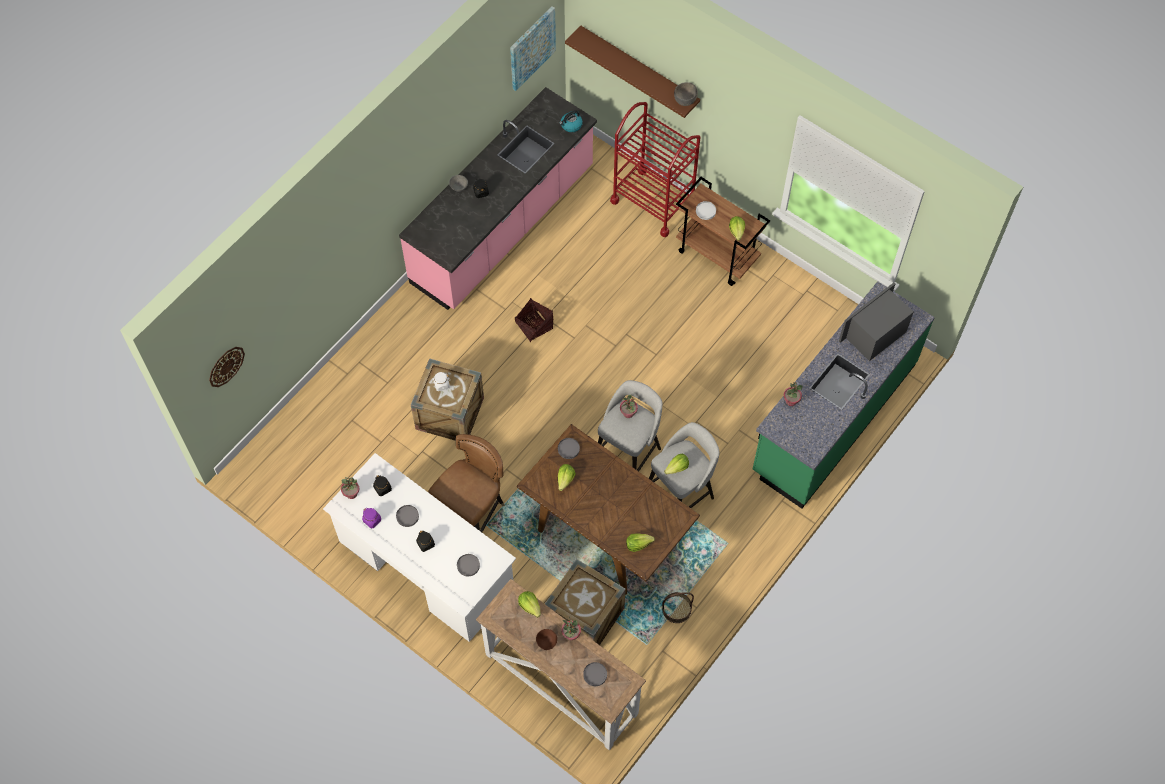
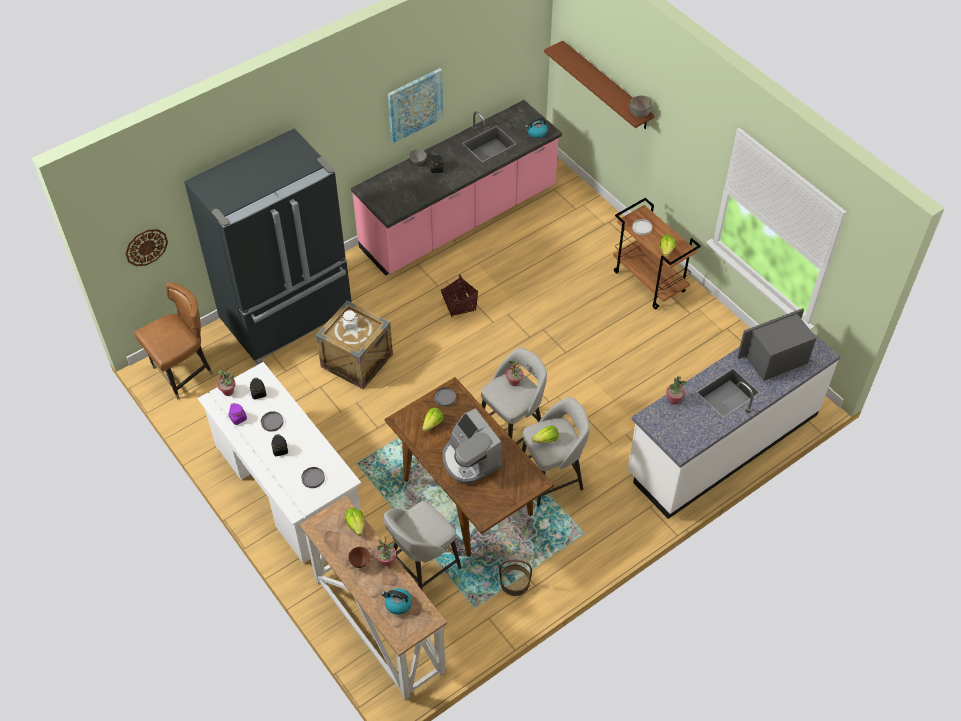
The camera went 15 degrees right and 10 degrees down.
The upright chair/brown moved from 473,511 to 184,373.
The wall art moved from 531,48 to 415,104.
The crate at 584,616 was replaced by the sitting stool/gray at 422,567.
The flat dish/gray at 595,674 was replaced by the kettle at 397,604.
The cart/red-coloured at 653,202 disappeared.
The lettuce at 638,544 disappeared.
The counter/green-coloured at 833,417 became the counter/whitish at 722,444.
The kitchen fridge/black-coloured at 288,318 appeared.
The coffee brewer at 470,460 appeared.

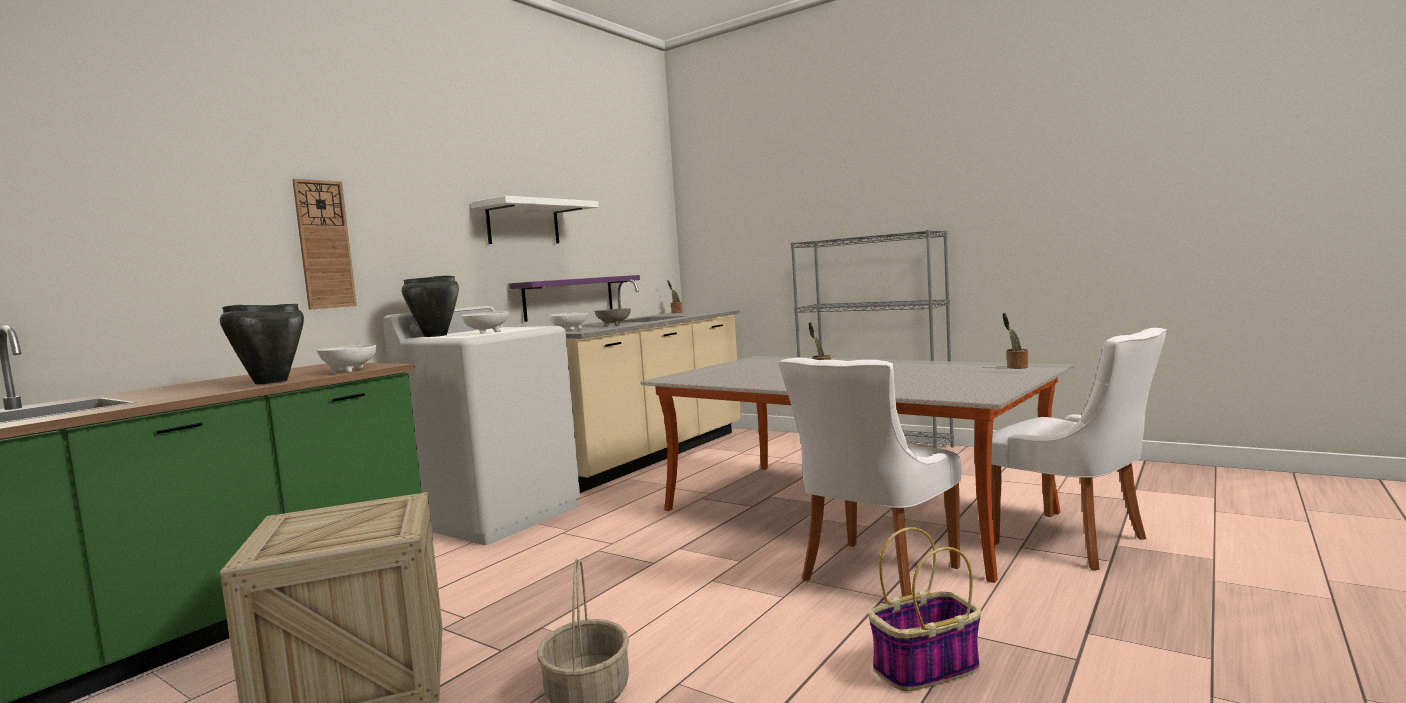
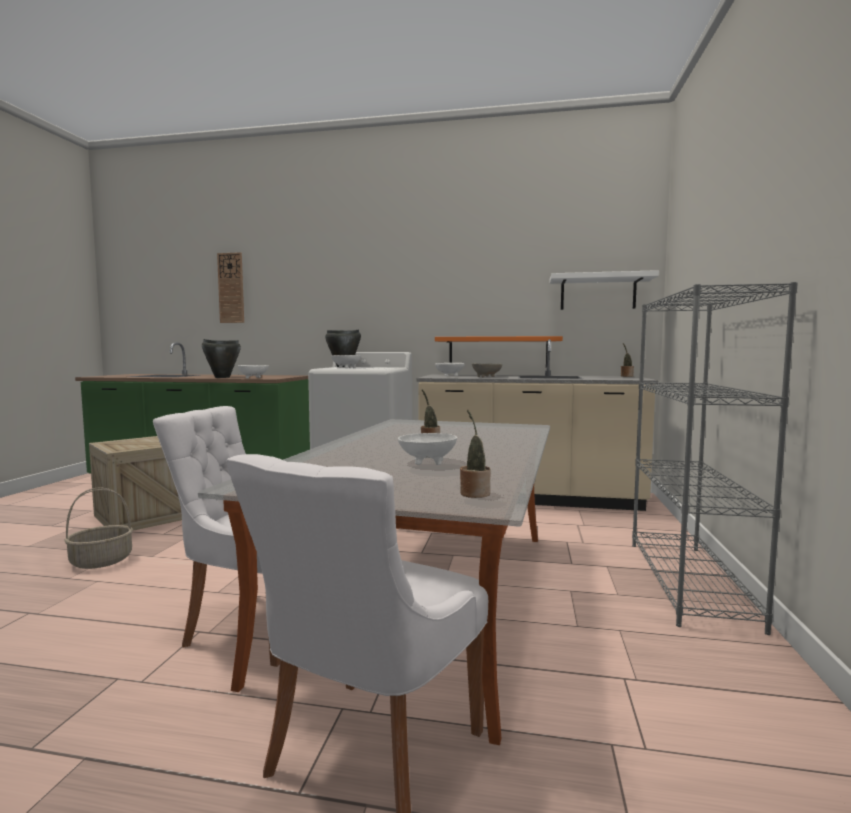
The camera went 65 degrees right and 0 degrees up.
The wall clock moved from 324,244 to 231,288.
The bracket shelf/whitish moved from 523,223 to 598,293.
The bracket shelf/purple at 569,297 became the bracket shelf/orange-coloured at 498,352.
The storage basket at 925,669 disappeared.
The deep dish/whitish at 428,462 appeared.

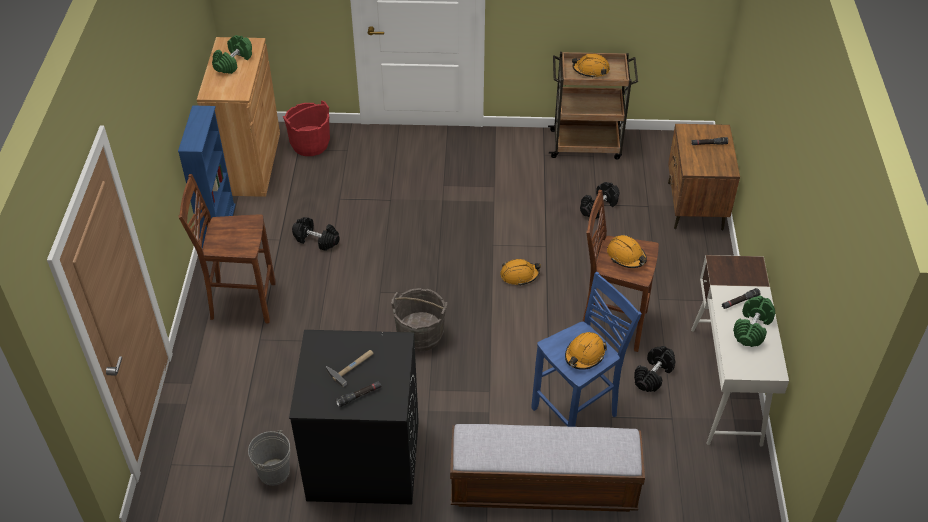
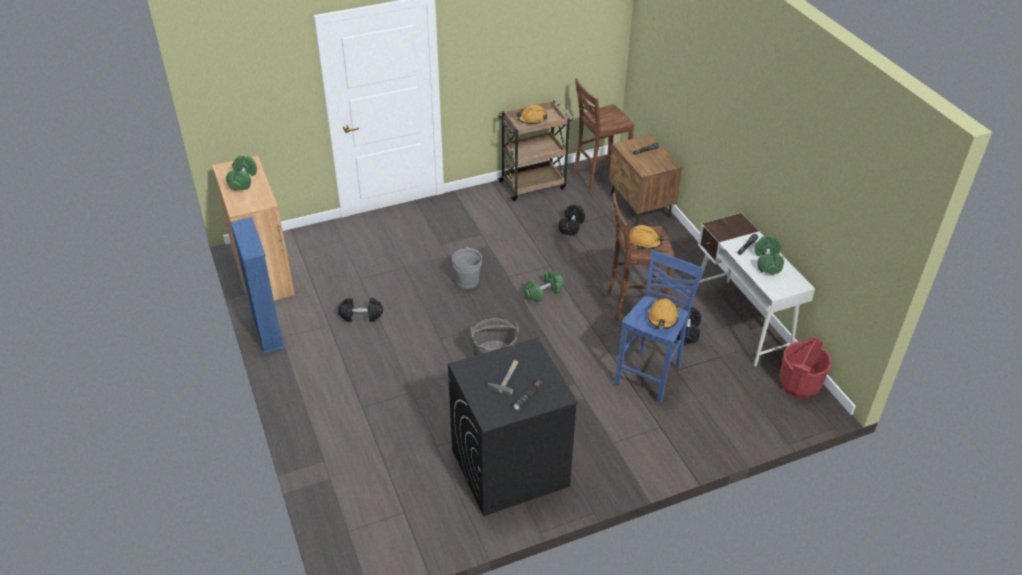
The camera went 25 degrees left and 5 degrees down.
The sitting stool/brown moved from 241,301 to 598,177.
The pail/gray moved from 274,472 to 467,281.
The pail/red-coloured moved from 310,144 to 799,384.
The long seat at 543,488 disappeared.
The work helmet/orange-coloured at 519,275 was replaced by the dumbbell/green-coloured at 543,292.

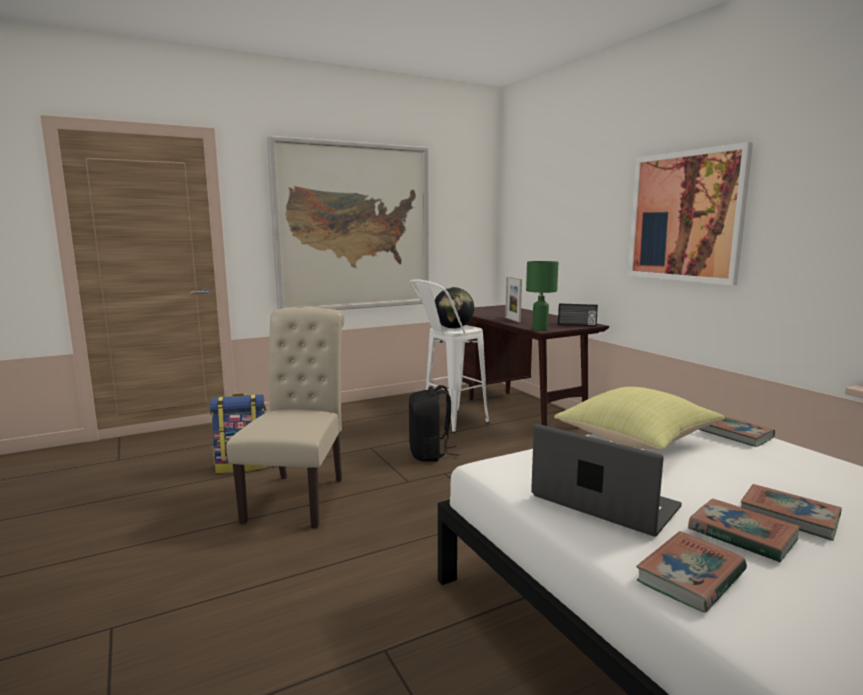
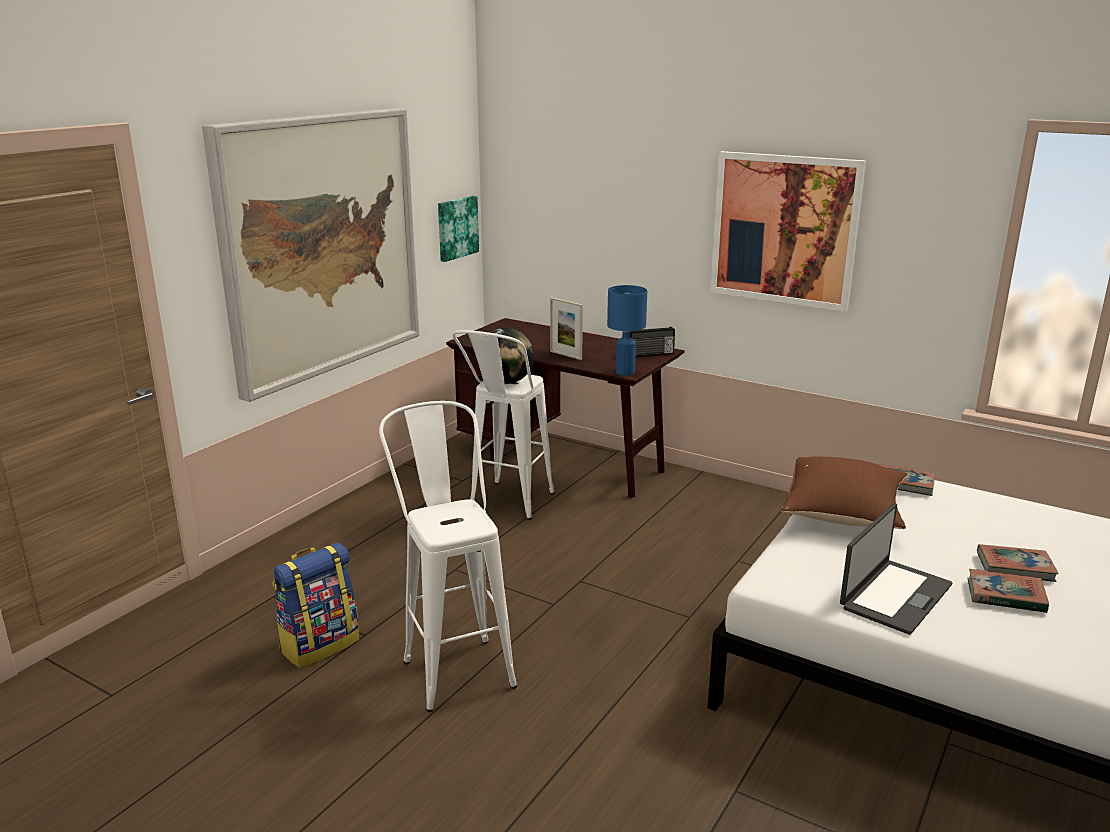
The camera went 30 degrees left and 10 degrees up.
The upright chair/beige at 299,496 was replaced by the sitting stool/whitish at 453,664.
The backpack/black-coloured at 430,454 disappeared.
The lamp for a table/green-coloured at 540,329 became the lamp for a table/blue-coloured at 625,372.
The notebook computer at 603,503 turned 120 degrees clockwise.
The cushion/yellow-coloured at 637,442 became the cushion/brown at 843,515.
The volume at 690,576 disappeared.
The wall art at 456,228 appeared.

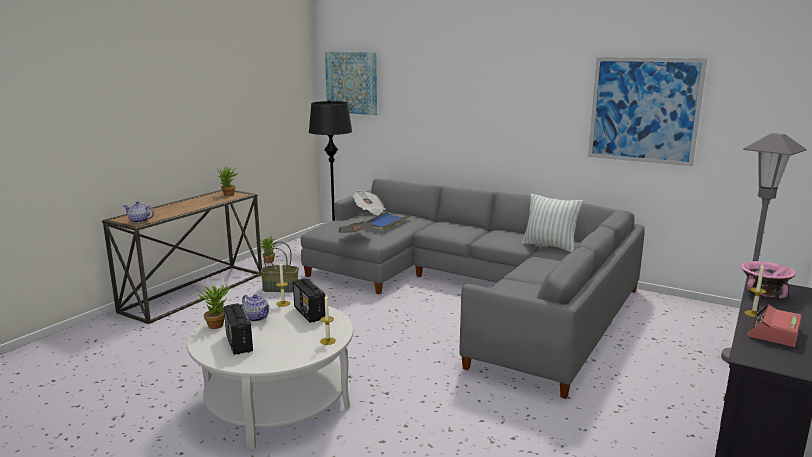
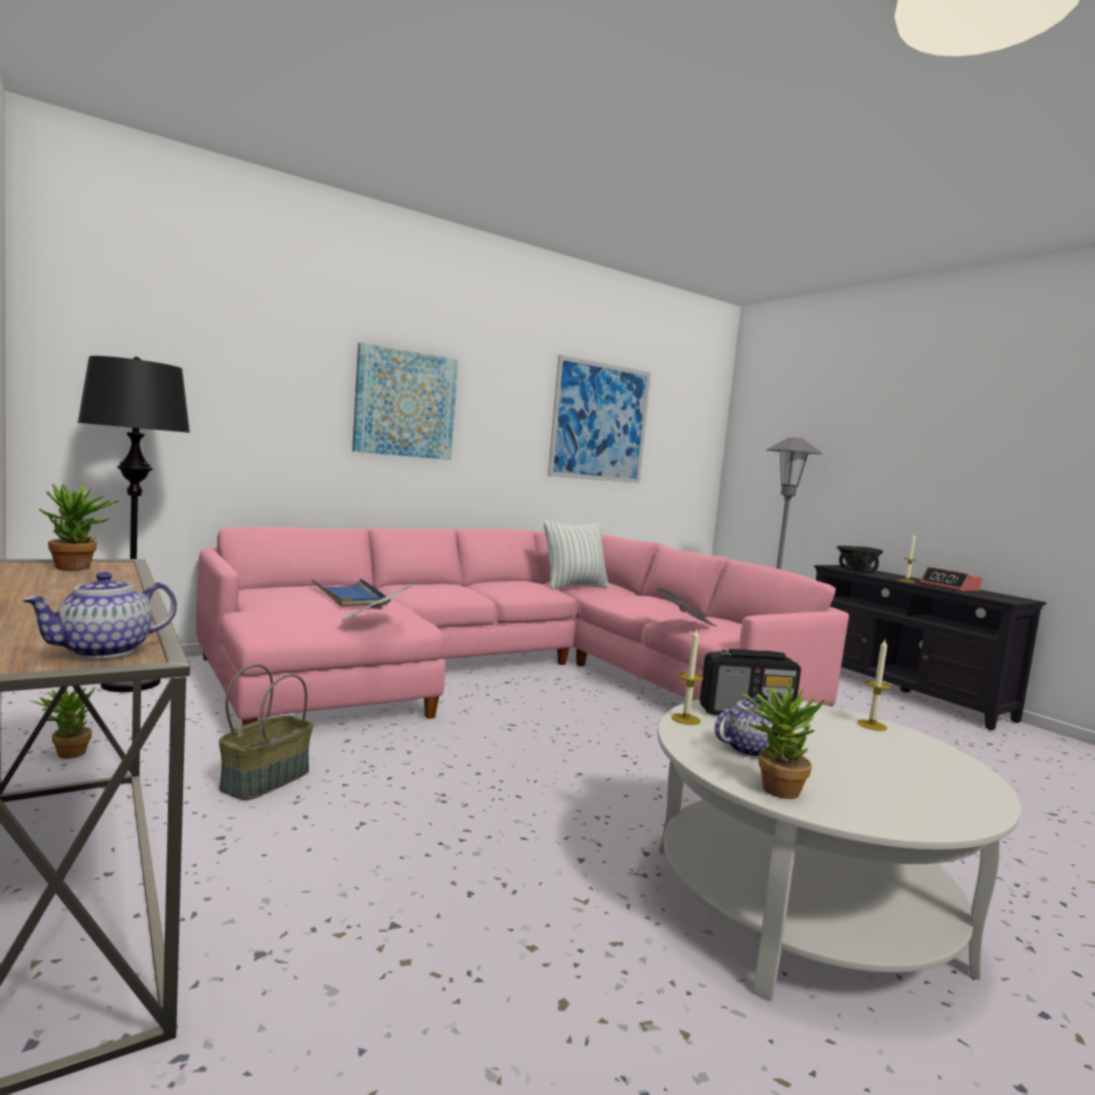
The camera went 65 degrees left and 10 degrees down.
The radio receiver at 239,343 disappeared.
The couch/gray at 475,291 became the couch/pinkish at 507,672.
The wall art moved from 351,82 to 405,404.
The printed paper moved from 369,211 to 684,624.
The deep dish/pinkish at 764,293 became the deep dish/black-coloured at 857,571.

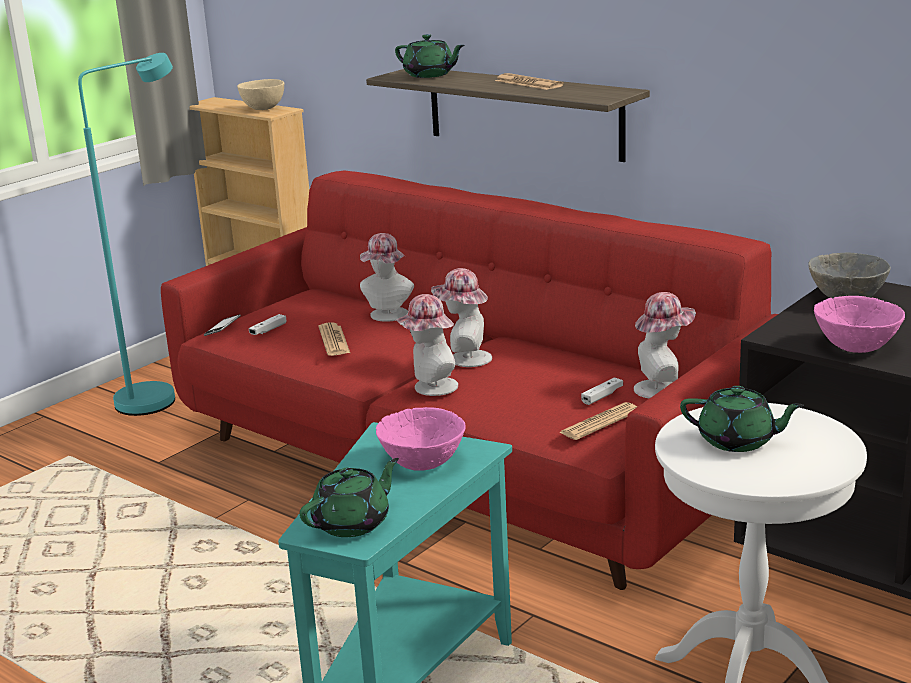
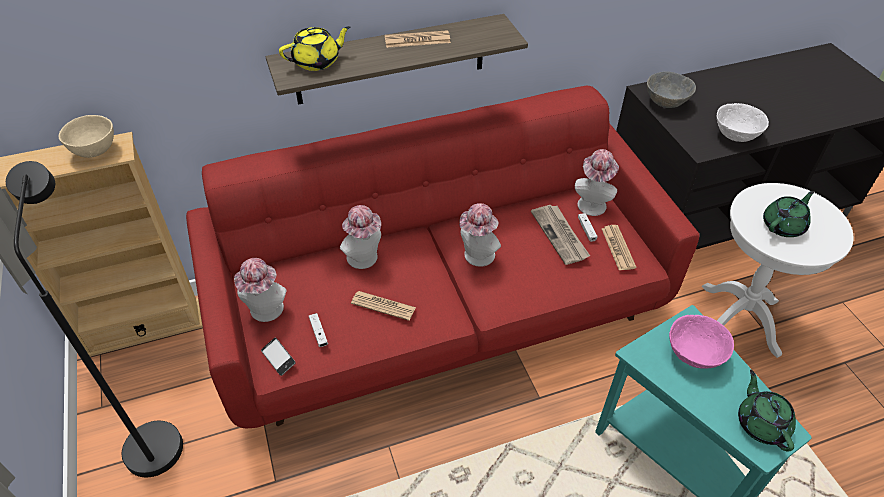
The camera went 60 degrees left and 25 degrees up.
The standing lamp/blue-green at 159,396 became the standing lamp/black-coloured at 153,436.
The teapot/green-coloured at 430,75 became the teapot/yellow-coloured at 317,61.
The hat moved from 430,388 to 266,312.
The deep dish/pinkish at 856,346 became the deep dish/whitish at 735,135.
The printed paper at 560,235 appeared.

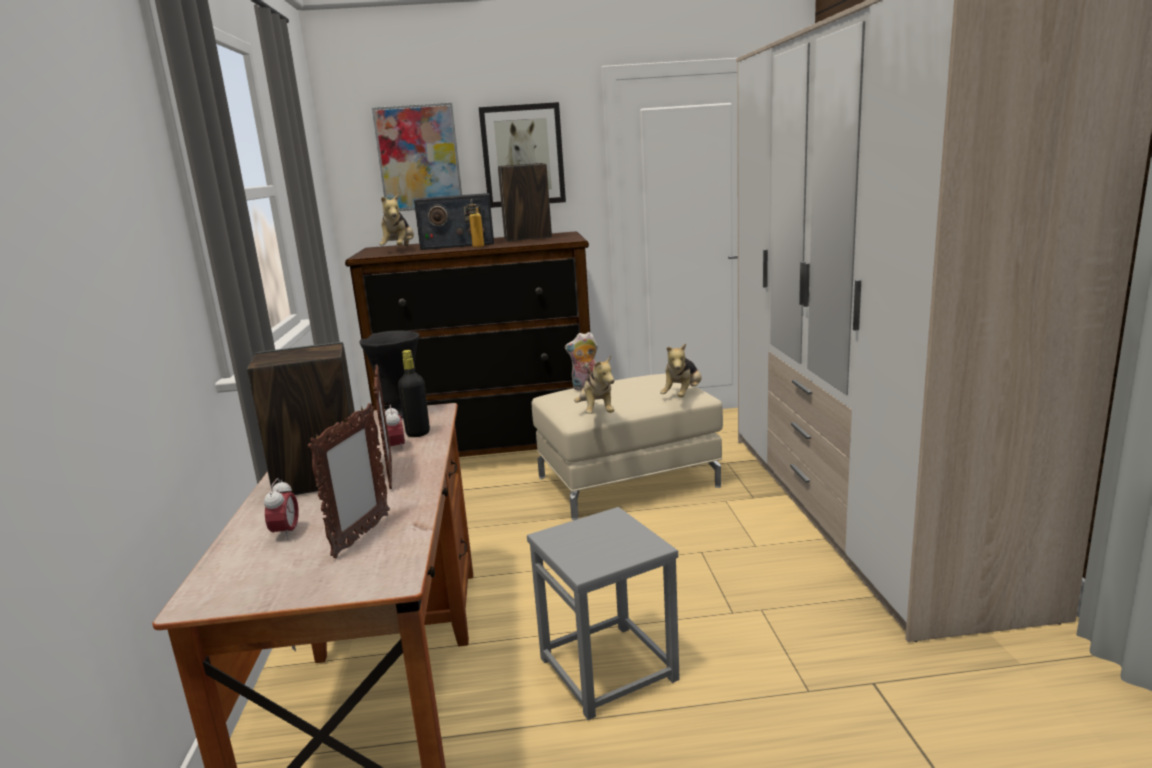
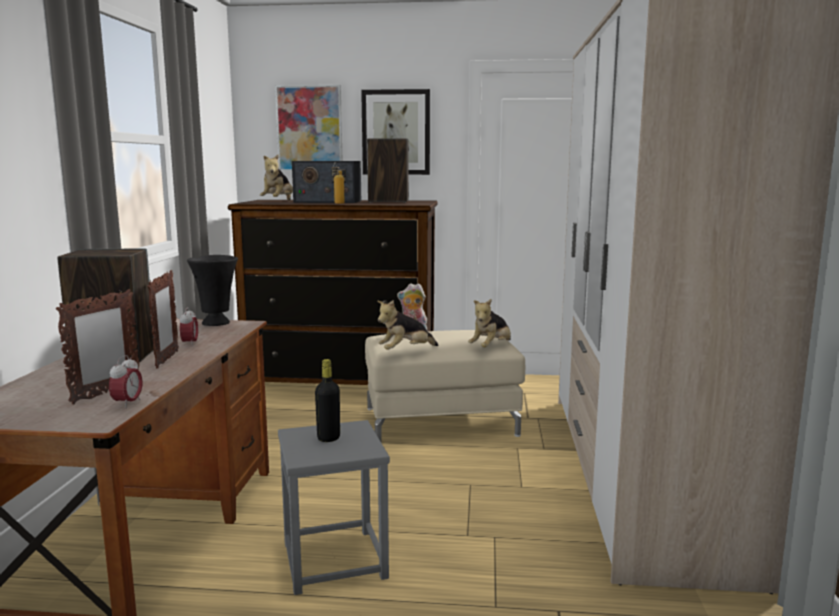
The camera went 10 degrees right and 5 degrees down.
The alarm clock moved from 286,533 to 127,404.
The drink bottle/black-coloured moved from 418,433 to 328,438.
The plush toy at 596,412 turned 60 degrees clockwise.

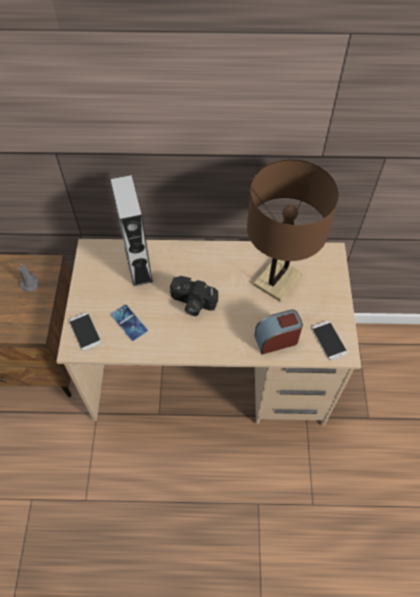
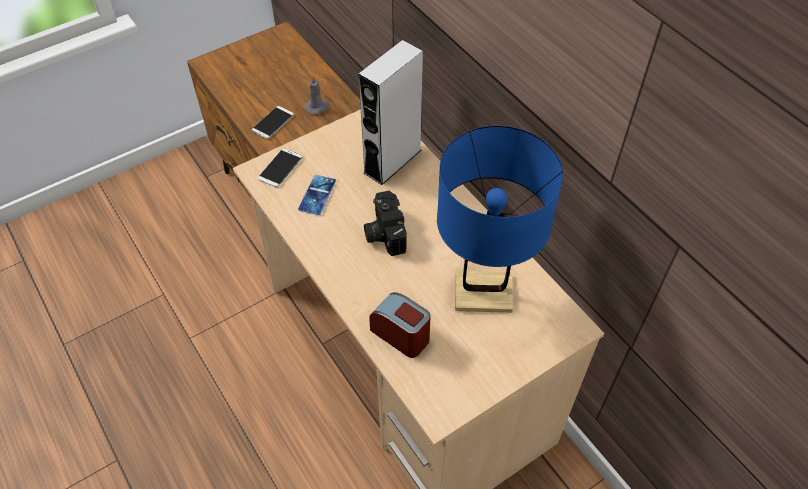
The camera went 55 degrees right and 5 degrees down.
The lamp for a table/brown at 277,280 became the lamp for a table/blue-coloured at 483,292.
The telephone moved from 329,340 to 273,123.

